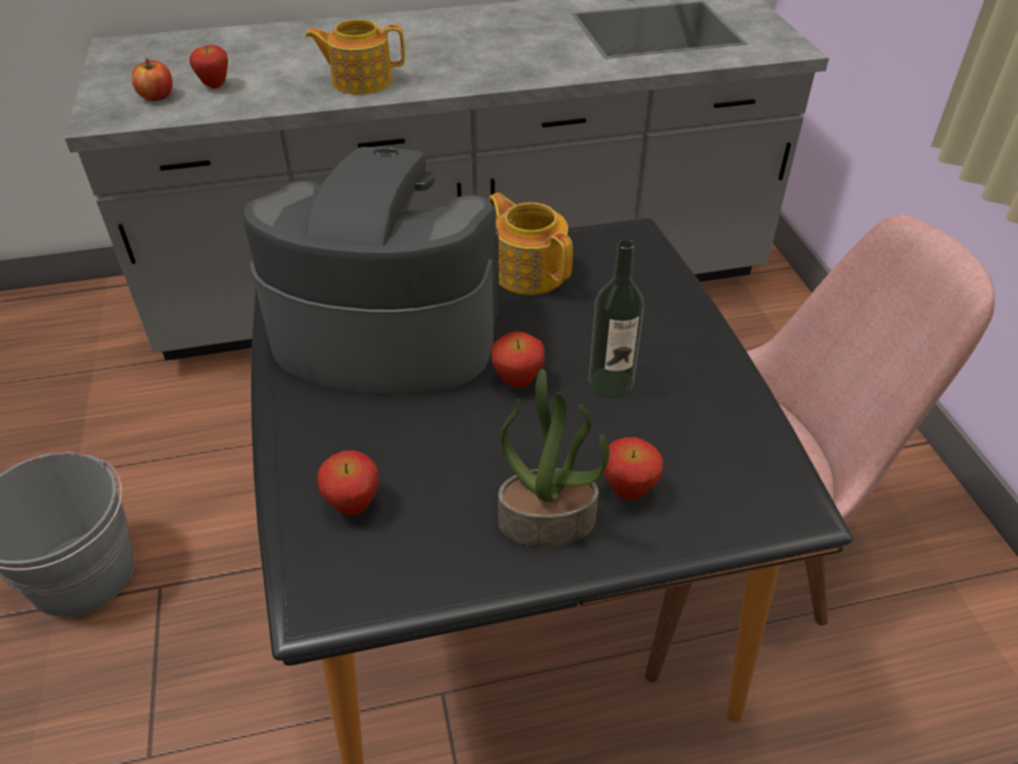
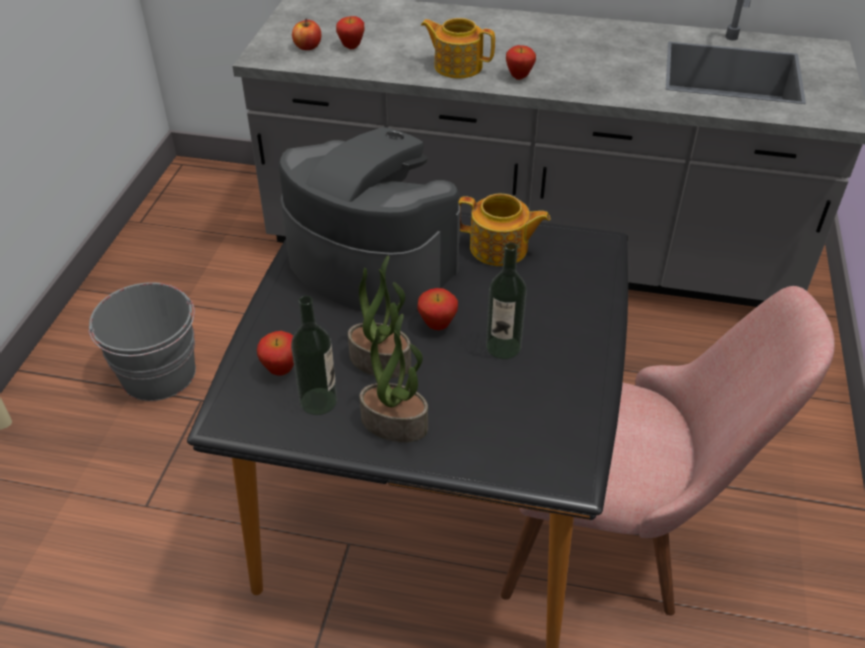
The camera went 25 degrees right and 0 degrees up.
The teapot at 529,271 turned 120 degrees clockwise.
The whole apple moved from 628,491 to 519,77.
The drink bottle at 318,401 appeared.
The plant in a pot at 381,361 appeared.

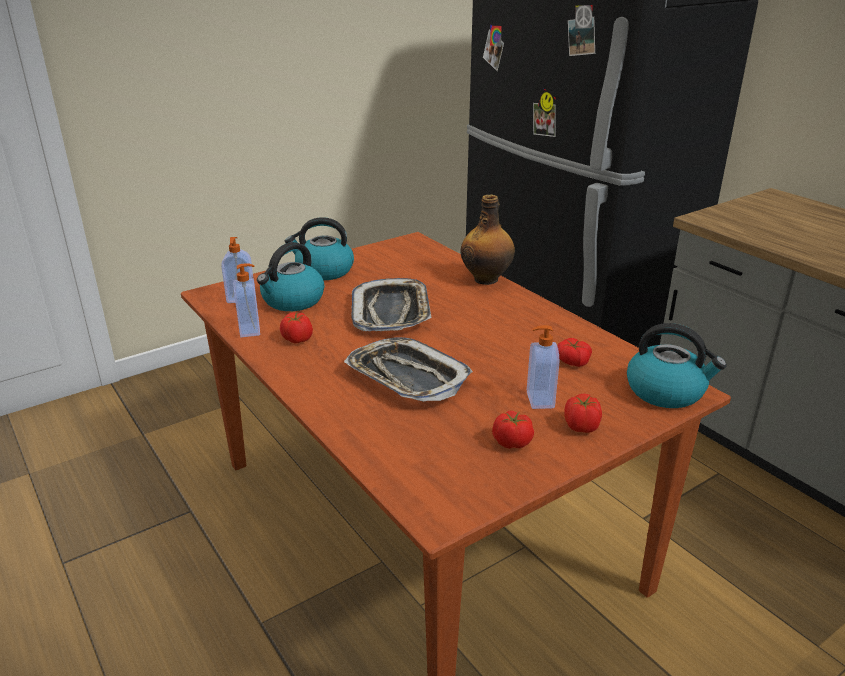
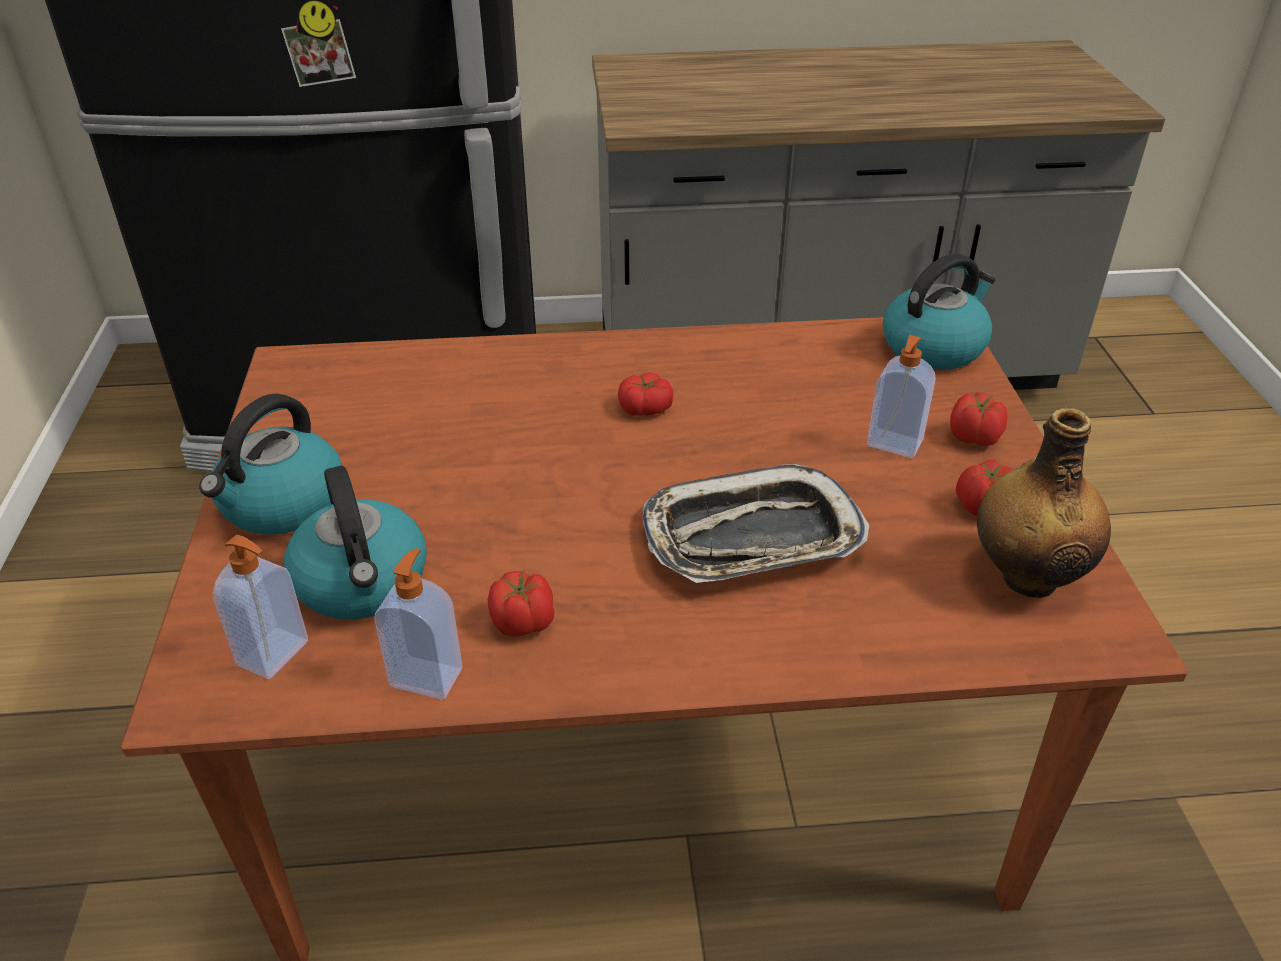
The camera went 60 degrees left and 10 degrees up.
The serving tray at 391,312 disappeared.
The drink bottle moved from 487,279 to 1027,576.
The fresh tomato moved from 572,361 to 645,408.

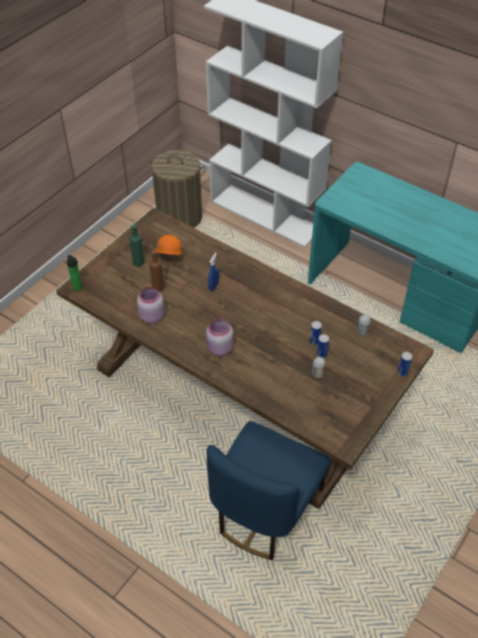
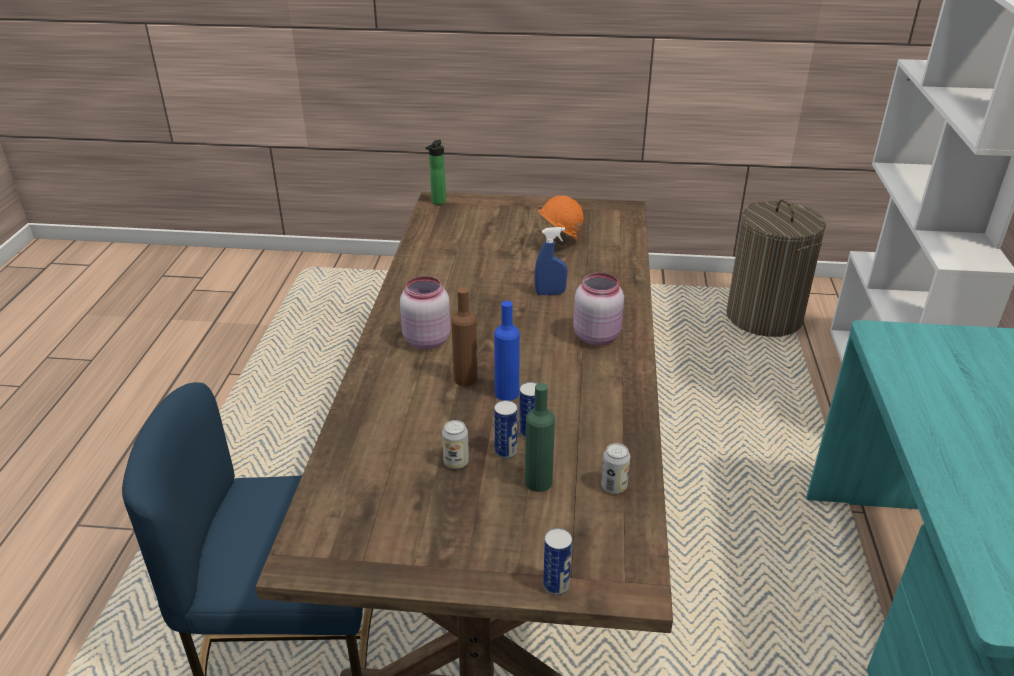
The camera went 60 degrees right and 15 degrees down.
The drink bottle/green-coloured moved from 138,262 to 538,482.
The preserve jar/pinkish moved from 151,316 to 597,336.
The drink bottle/brown moved from 158,287 to 465,379.
The drink bottle/blue-coloured at 506,393 appeared.

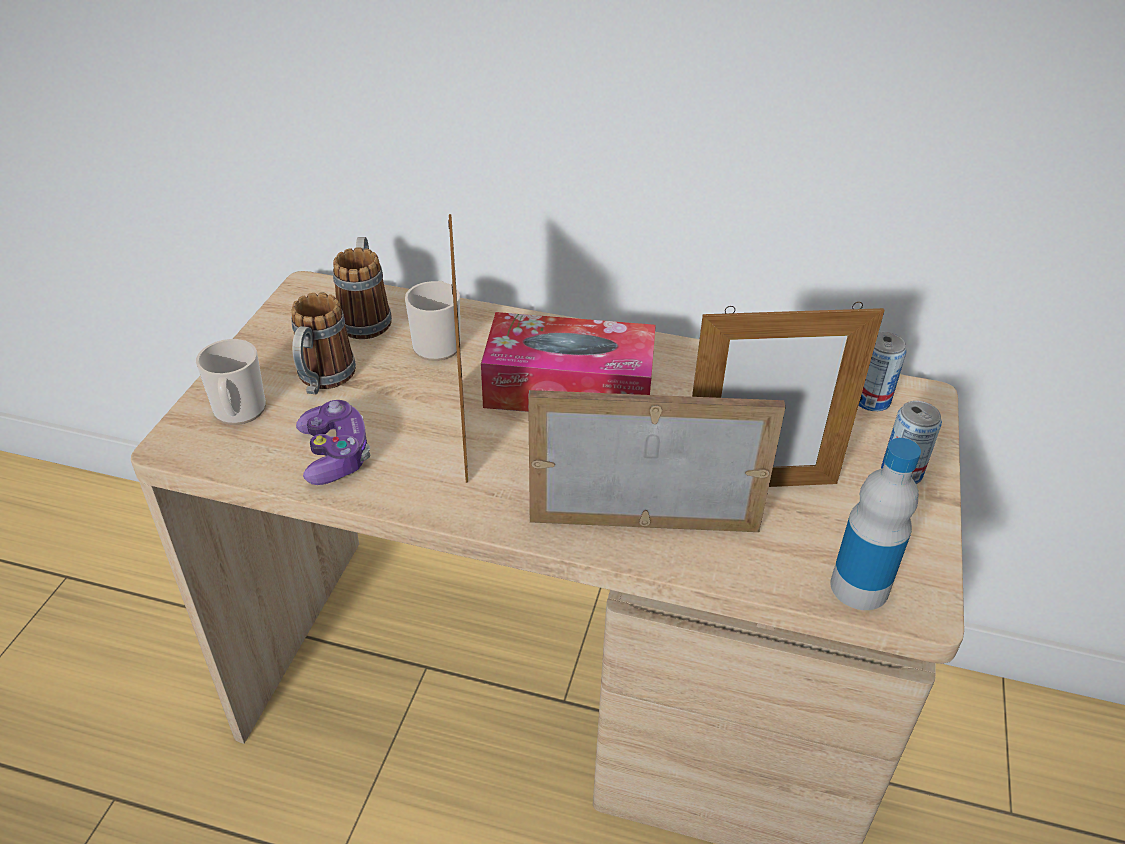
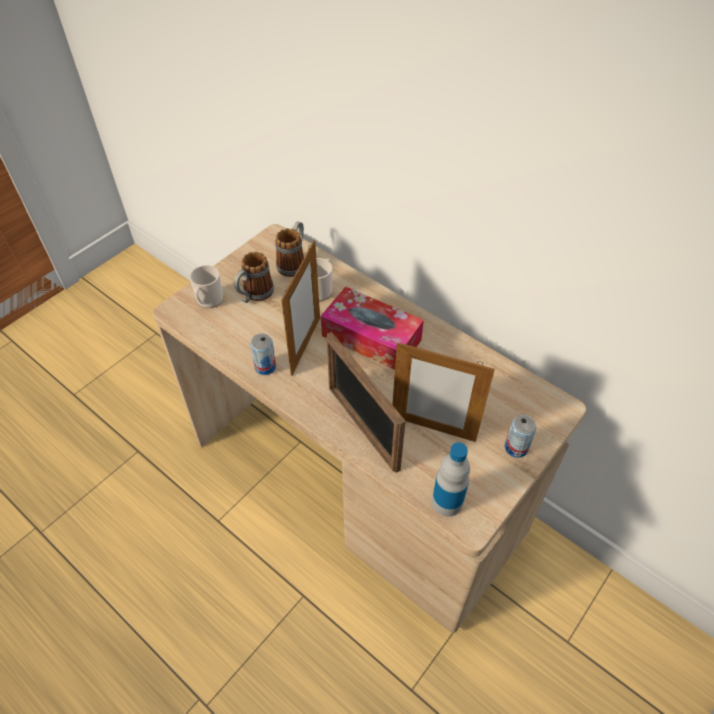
The camera went 25 degrees right and 10 degrees up.
The gamepad at 335,455 disappeared.
The photo frame at 644,522 turned 150 degrees counterclockwise.
The can moved from 871,400 to 265,367.

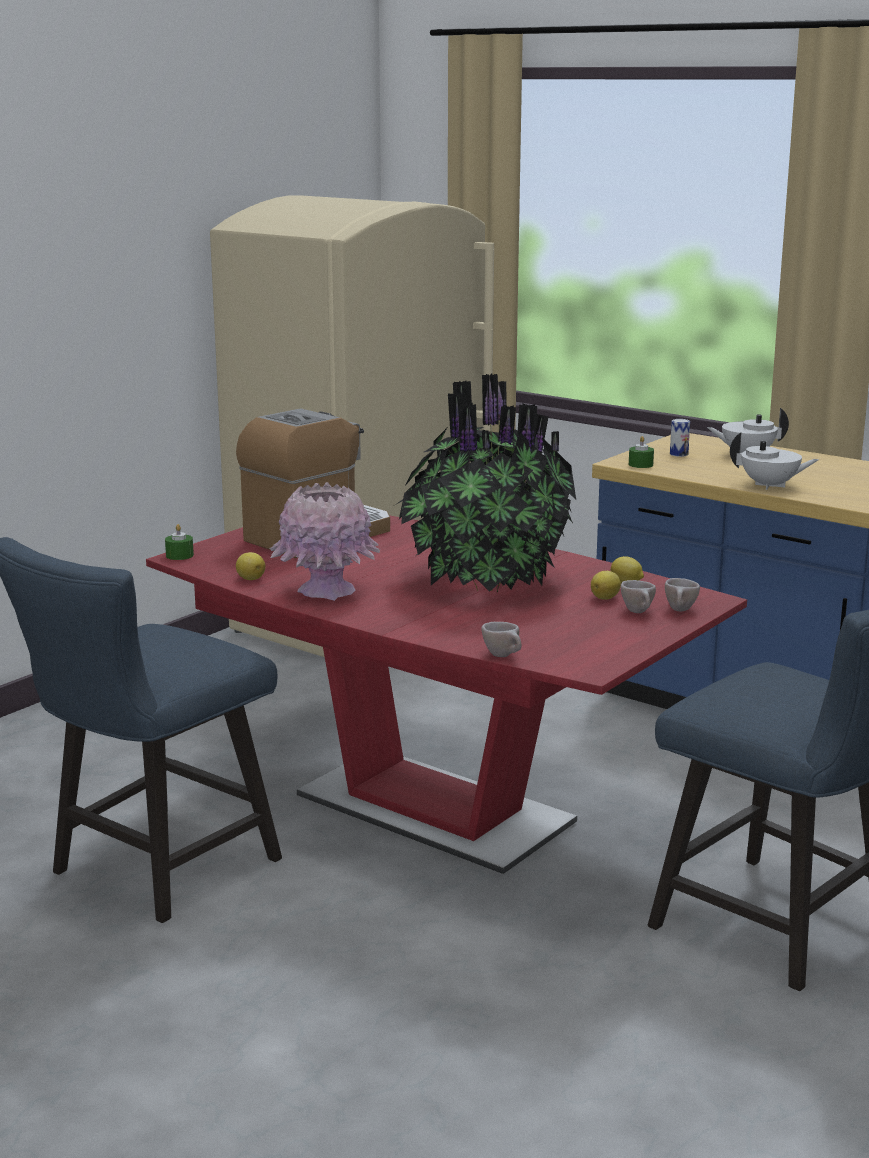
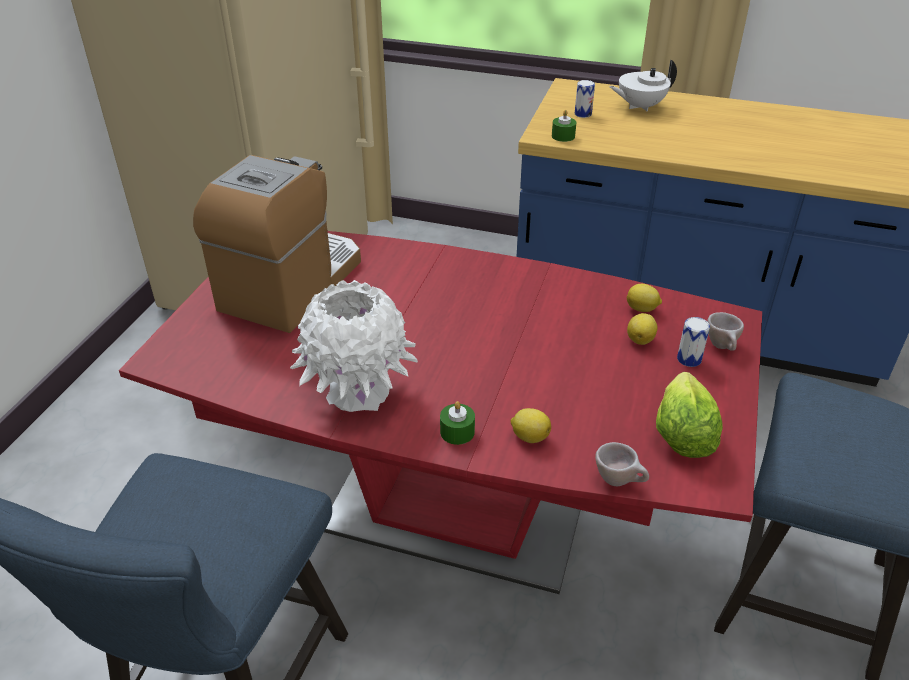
The camera went 20 degrees left and 20 degrees up.
The wax light/green-coloured moved from 179,555 to 457,432.
The lemon moved from 250,579 to 529,436.
The vase/pinkish at 326,591 became the vase/whitish at 358,393.
The plant in a pot at 484,581 disappeared.
The small cup/beige at 639,613 was replaced by the can at 689,359.
The teapot/whitish at 770,486 disappeared.
The lettuce at 682,433 appeared.

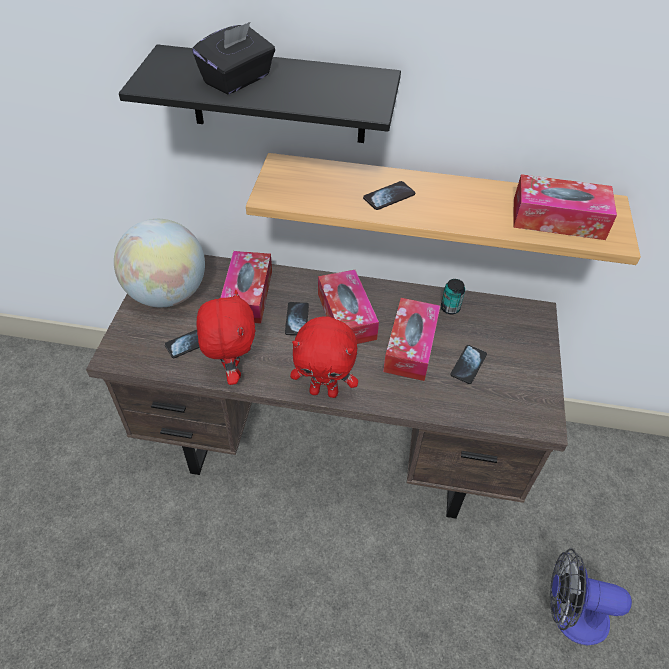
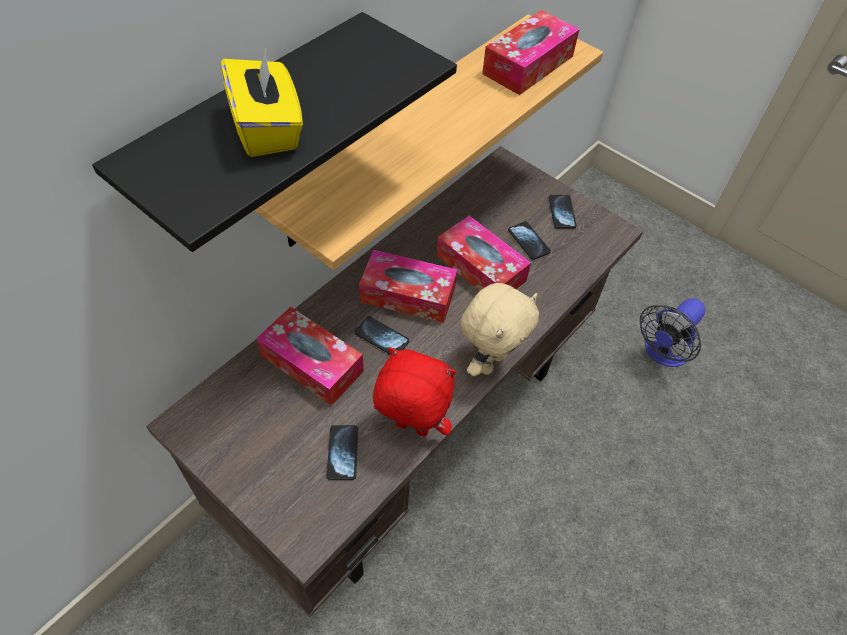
The camera went 60 degrees left and 5 degrees up.
The globe at 167,294 disappeared.
The tissue box/black-coloured at 237,80 became the tissue box/yellow-coloured at 267,129.
The plush toy/red-coloured at 324,391 became the plush toy/beige at 490,362.
The telephone moved from 389,197 to 562,212.
The can at 450,308 disappeared.

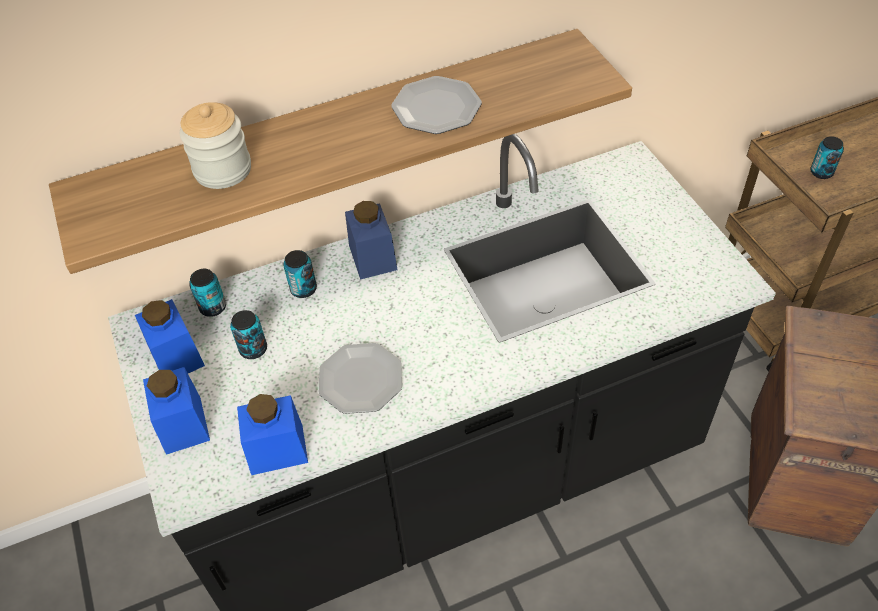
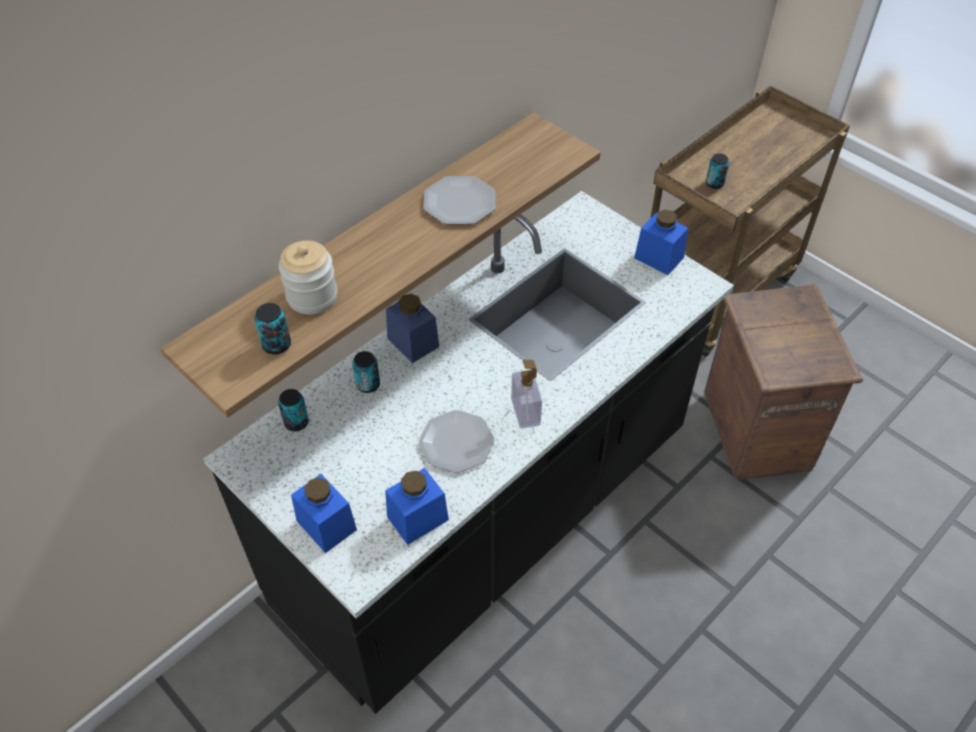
The camera went 25 degrees left and 0 degrees up.
The preserve jar/blue-coloured moved from 176,356 to 659,258.
The can moved from 253,349 to 277,345.
The liquid soap bottle at 525,412 appeared.

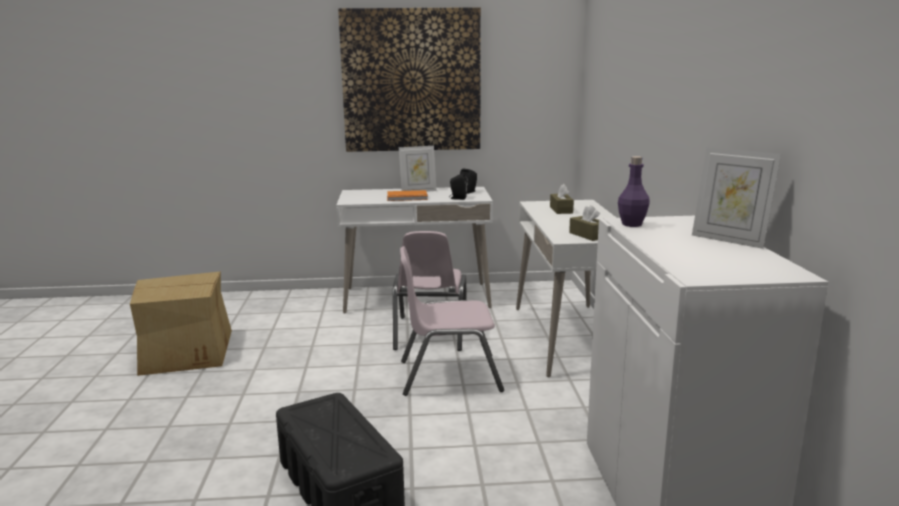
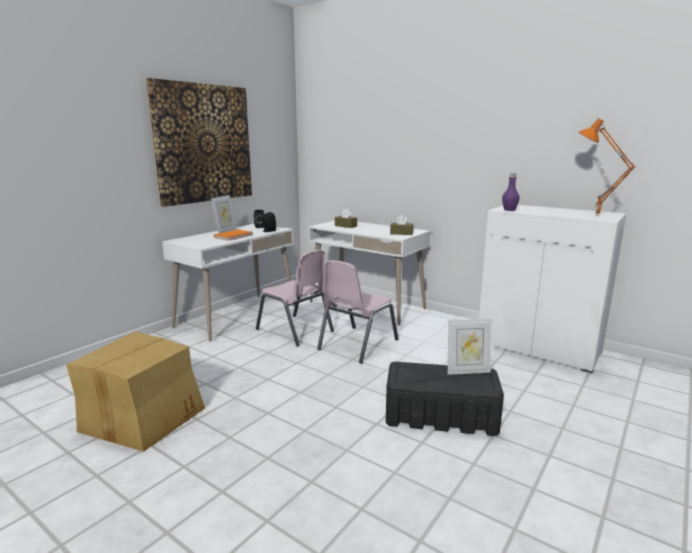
The camera went 50 degrees left and 0 degrees up.
The photo frame moved from 729,240 to 467,371.
The lamp for a table/orange-coloured at 595,216 appeared.

